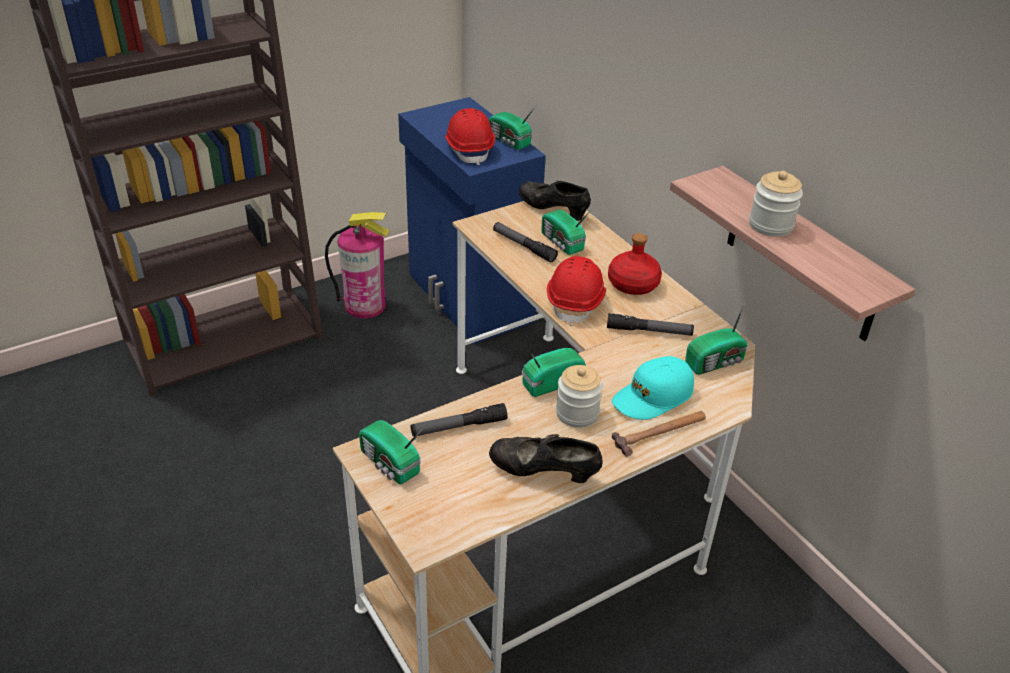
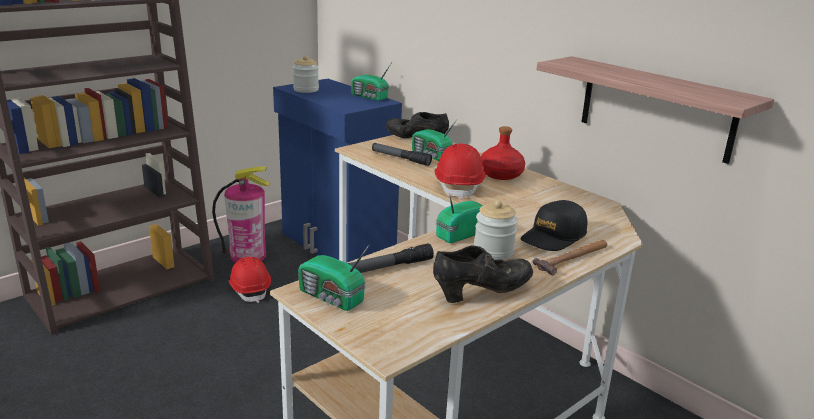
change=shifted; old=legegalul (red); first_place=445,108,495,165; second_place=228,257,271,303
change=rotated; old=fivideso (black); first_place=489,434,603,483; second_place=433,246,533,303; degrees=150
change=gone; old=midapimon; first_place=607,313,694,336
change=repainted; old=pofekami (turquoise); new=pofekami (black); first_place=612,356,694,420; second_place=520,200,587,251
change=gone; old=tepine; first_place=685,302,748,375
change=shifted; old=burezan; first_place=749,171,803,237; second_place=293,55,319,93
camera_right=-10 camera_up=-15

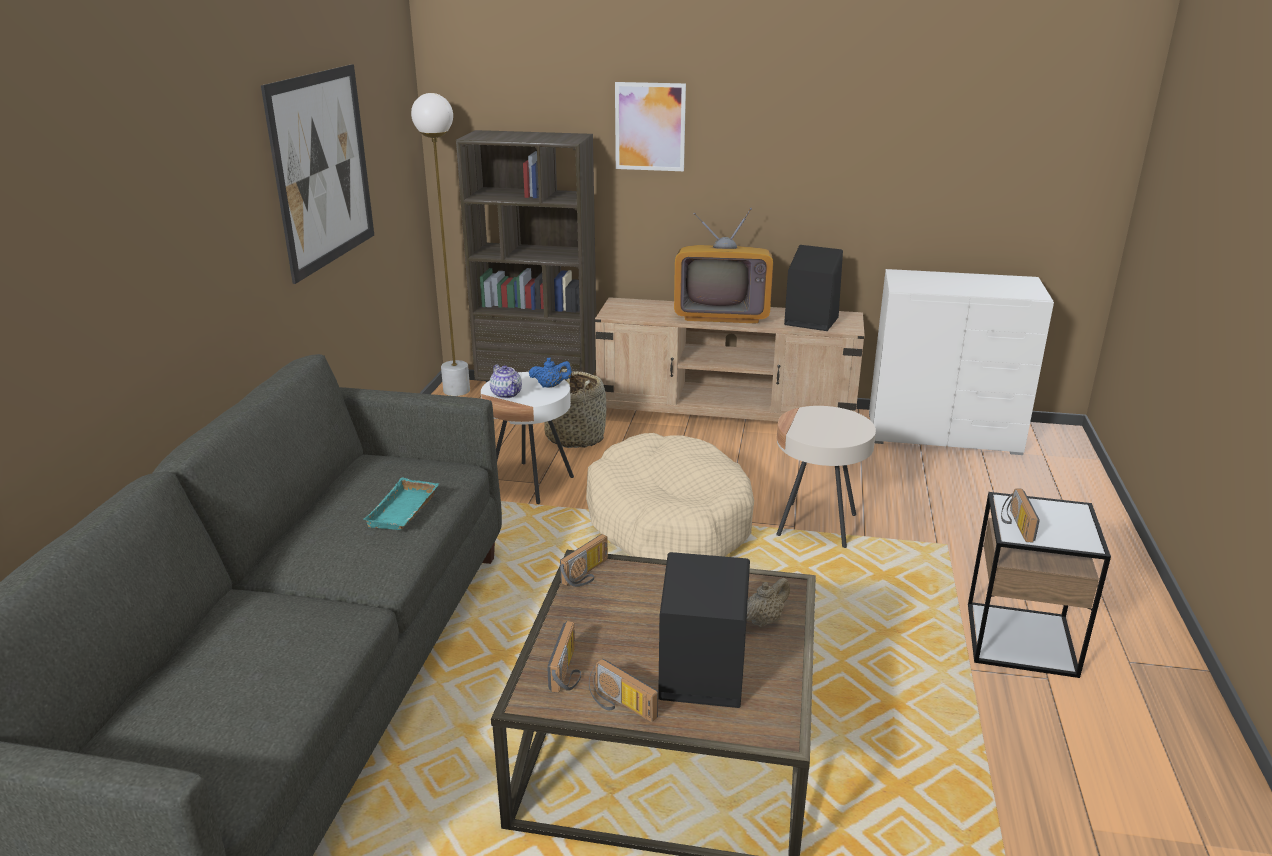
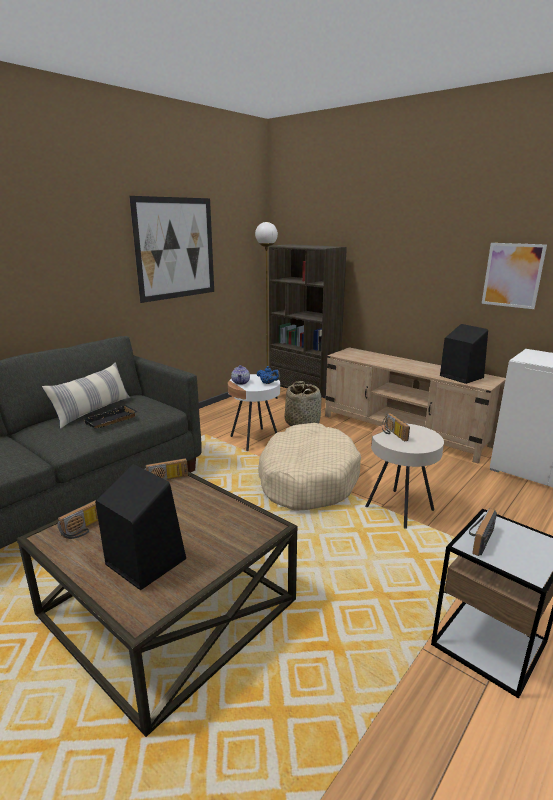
change=repainted; old=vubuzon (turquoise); new=vubuzon (black); first_place=364,478,439,530; second_place=83,405,138,429
change=shifted; old=tepine; first_place=589,659,658,722; second_place=382,413,410,441
change=shifted; old=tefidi; first_place=615,82,686,171; second_place=482,243,547,309
change=gone; old=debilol; first_place=674,208,773,324
change=gone; old=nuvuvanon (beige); first_place=747,578,790,627
change=new; new=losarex; second_place=42,362,130,429
camera_right=30 camera_up=-5

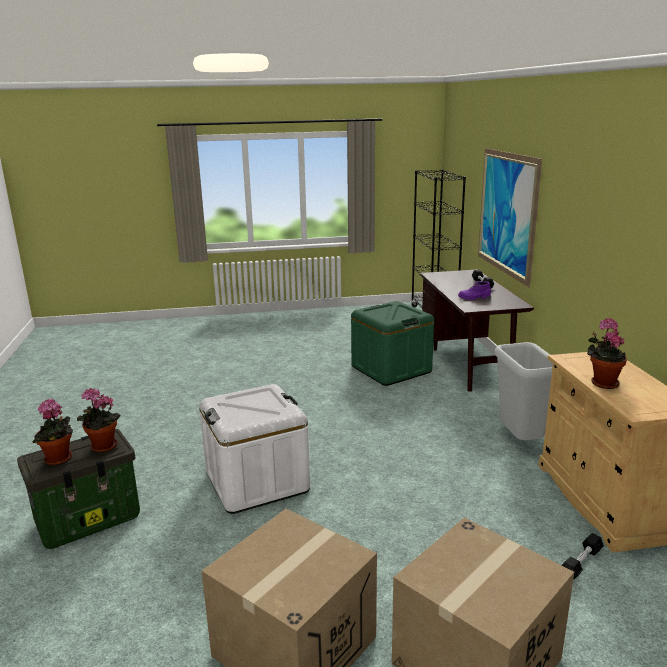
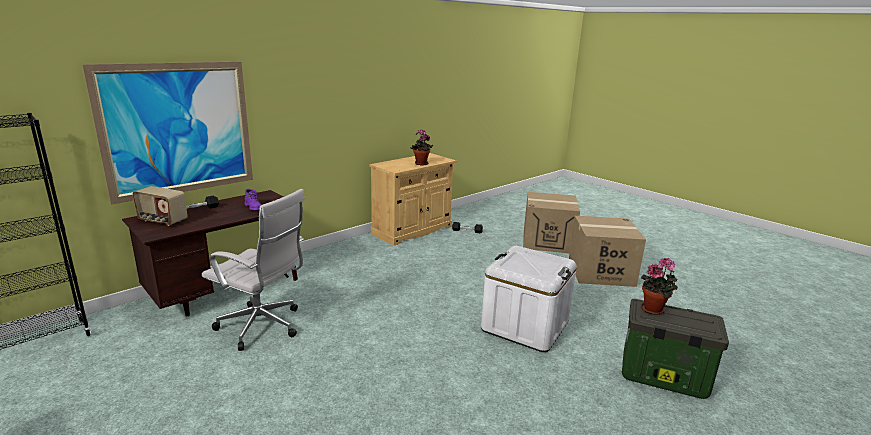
change=gone; old=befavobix; first_place=32,399,73,465
change=swapped; old=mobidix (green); new=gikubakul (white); first_place=351,301,434,386; second_place=202,189,305,351
change=gone; old=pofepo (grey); first_place=495,342,553,440
change=new; new=tepine; second_place=132,186,188,226
camera_right=-125 camera_up=0

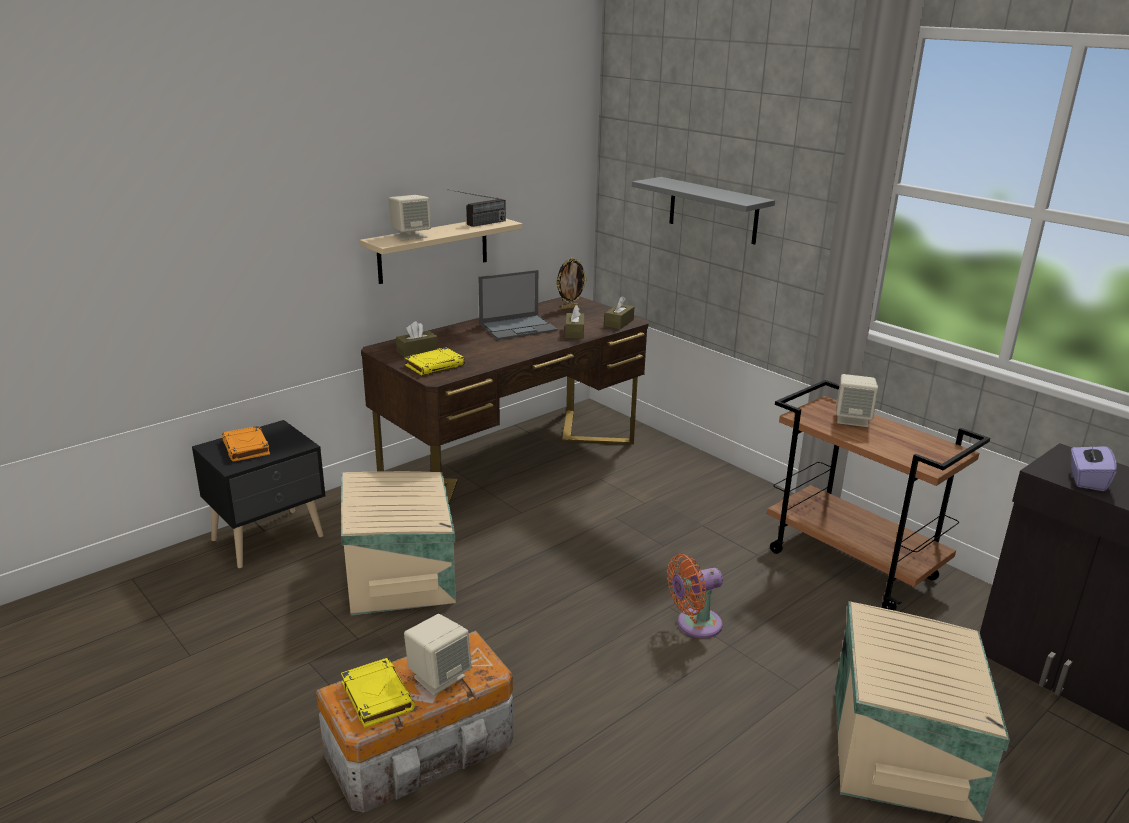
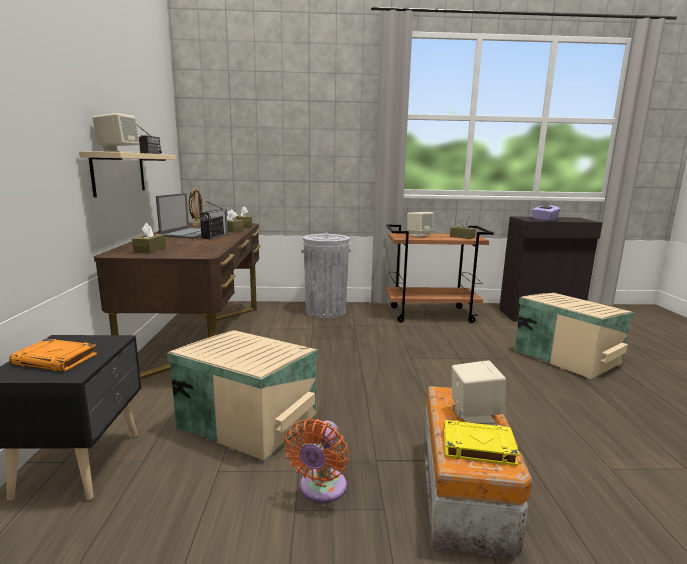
change=gone; old=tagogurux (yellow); first_place=405,347,465,376
change=gone; old=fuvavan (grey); first_place=632,177,775,245
change=shifted; old=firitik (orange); first_place=667,554,723,638; second_place=284,418,349,503
change=new; new=tepine; second_place=200,201,228,239
change=new; new=pofepo (grey); second_place=301,233,351,318
change=new; new=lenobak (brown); second_place=450,218,476,239
camera_right=-50 camera_up=-10

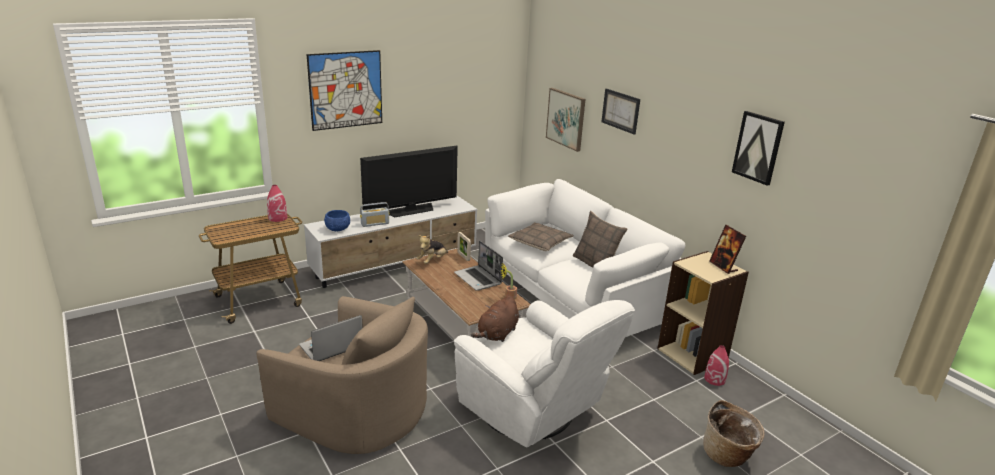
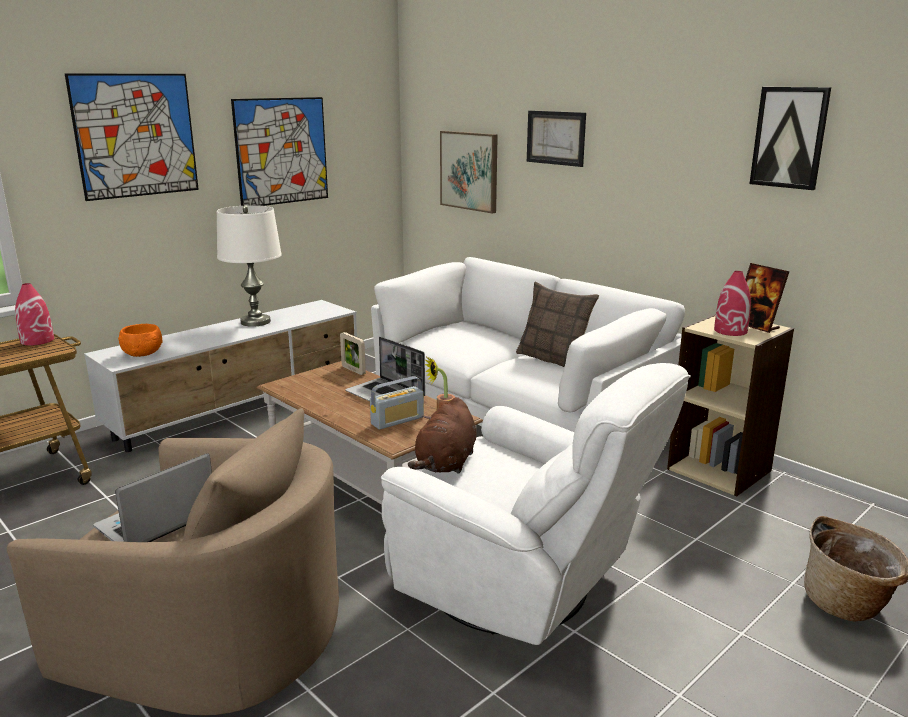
change=repainted; old=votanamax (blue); new=votanamax (orange); first_place=324,210,350,231; second_place=118,324,162,357
change=swapped; old=debilol; new=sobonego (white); first_place=360,146,458,217; second_place=217,205,282,327
change=shifted; old=tepine; first_place=360,202,389,227; second_place=370,376,424,430
change=gone; old=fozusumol; first_place=416,235,448,264
change=gone; old=losarex; first_place=508,222,574,251
change=shifted; old=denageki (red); first_place=704,345,729,386; second_place=714,271,751,336
change=new; new=tefidi; second_place=231,97,328,206
camera_right=-10 camera_up=-5

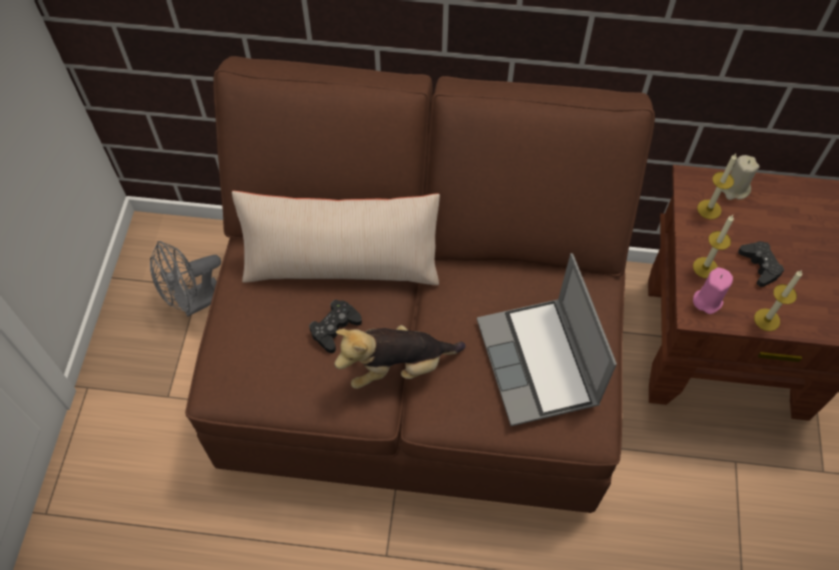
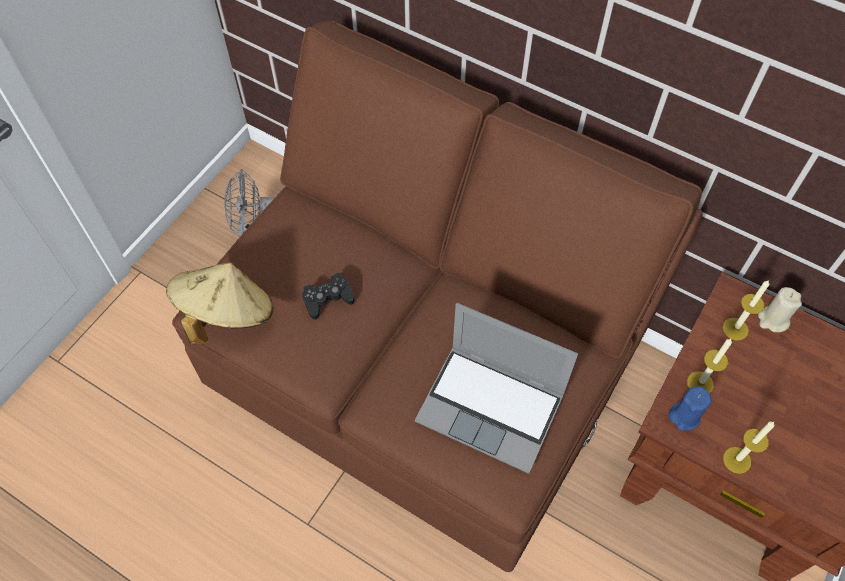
change=gone; old=losarex (beige); first_place=232,191,440,285
change=gone; old=fozusumol; first_place=334,325,465,389
change=rotated; old=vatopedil; first_place=477,253,617,426; second_place=415,303,578,474; degrees=-75
change=repainted; old=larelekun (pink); new=larelekun (blue); first_place=693,267,733,314; second_place=668,386,712,431
change=gone; old=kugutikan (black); first_place=738,241,784,287
change=new; new=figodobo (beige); second_place=166,262,273,345
camera_right=25 camera_up=0

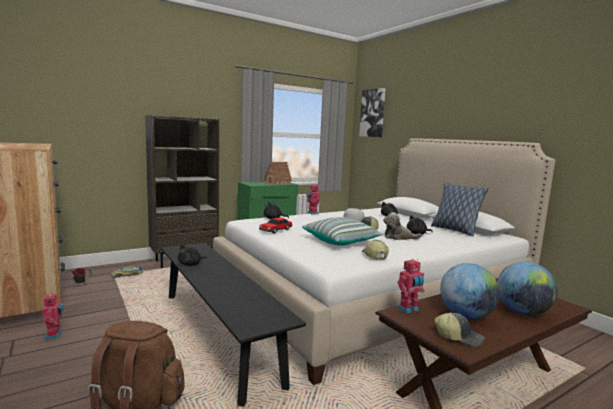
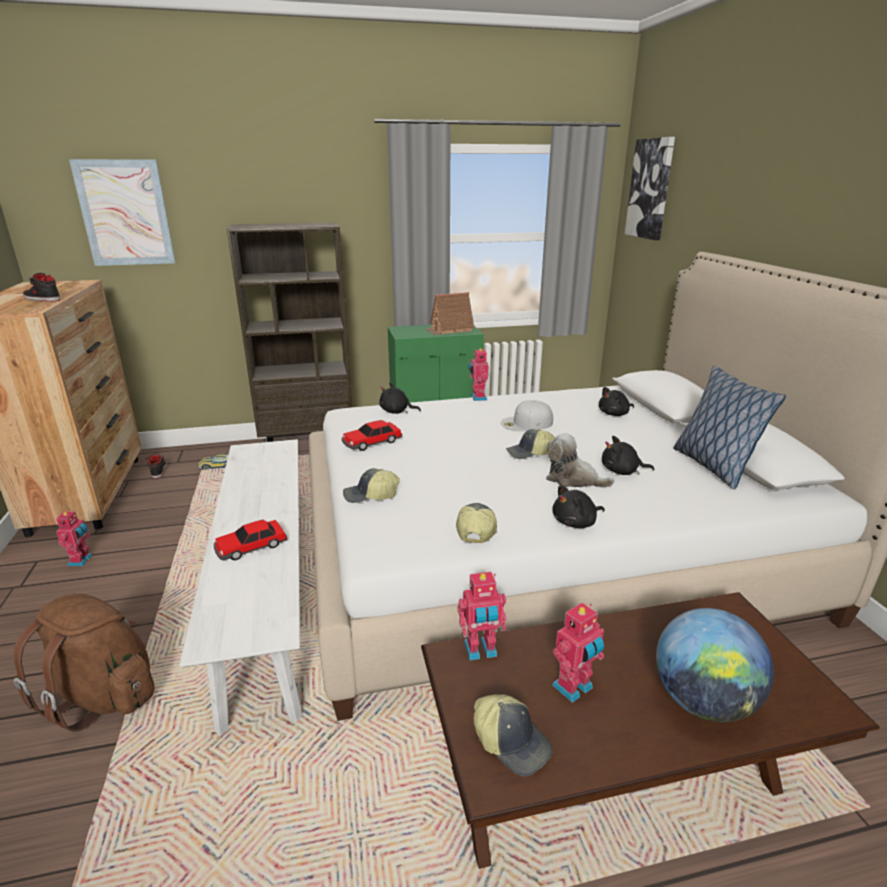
change=repainted; old=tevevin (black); new=tevevin (white); first_place=161,243,306,407; second_place=179,439,303,736
change=shifted; old=fozusumol (black); first_place=178,245,207,266; second_place=552,485,605,528
change=gone; old=losarex; first_place=302,217,384,246
change=swapped; old=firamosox; new=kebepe; first_place=440,263,500,319; second_place=552,603,604,703
change=new; new=fivideso (black); second_place=23,273,61,302
change=new; new=tefidi; second_place=69,159,176,266
change=new; new=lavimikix; second_place=214,520,287,561
change=new; new=pofekami; second_place=343,468,400,503
camera_right=20 camera_up=15

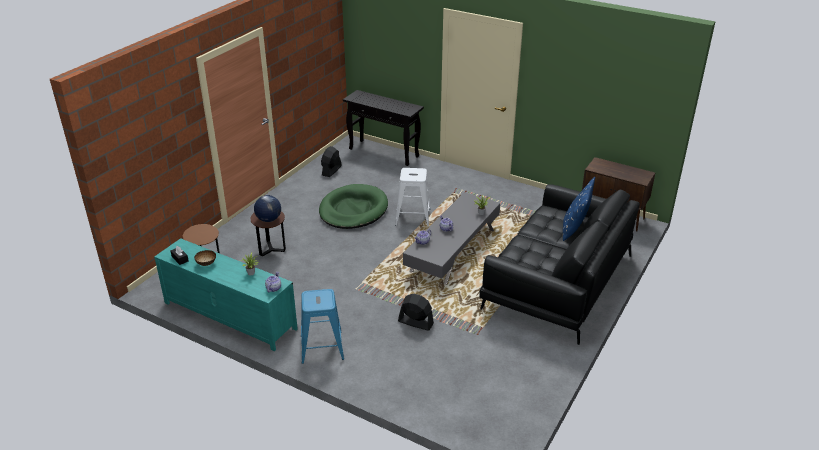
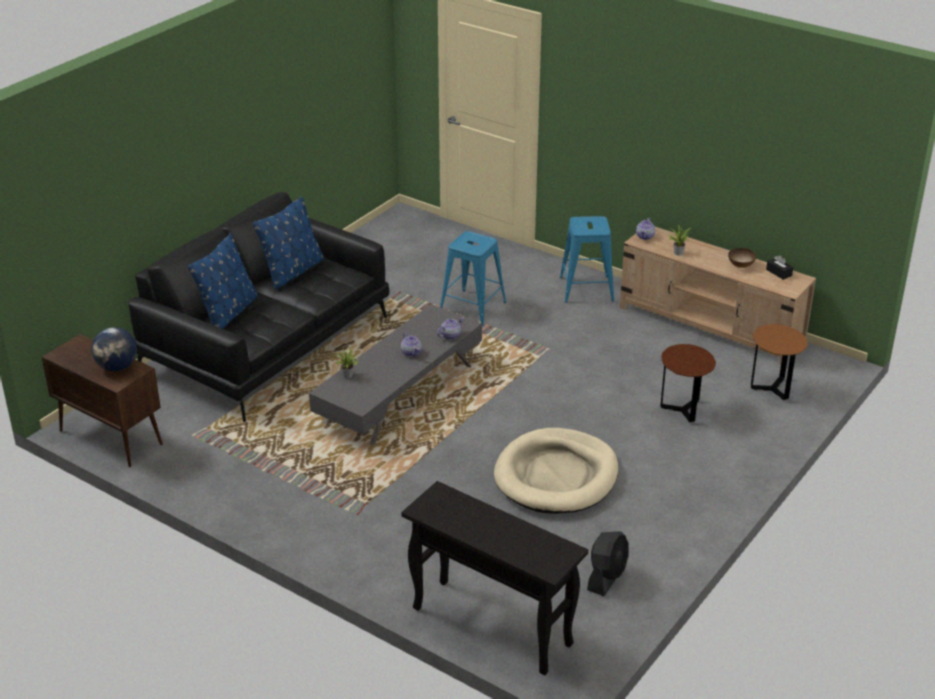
change=repainted; old=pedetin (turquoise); new=pedetin (beige); first_place=154,238,298,351; second_place=620,227,816,365
change=shifted; old=firamosox; first_place=254,195,281,222; second_place=92,327,137,371
change=repainted; old=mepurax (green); new=mepurax (beige); first_place=319,184,388,229; second_place=494,428,618,514
change=gone; old=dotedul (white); first_place=395,168,431,226
change=swapped; old=firitik (black); new=dotedul (blue); first_place=398,294,434,331; second_place=440,231,506,326
change=new; new=losarex (blue); second_place=253,196,324,289
camera_right=-175 camera_up=0

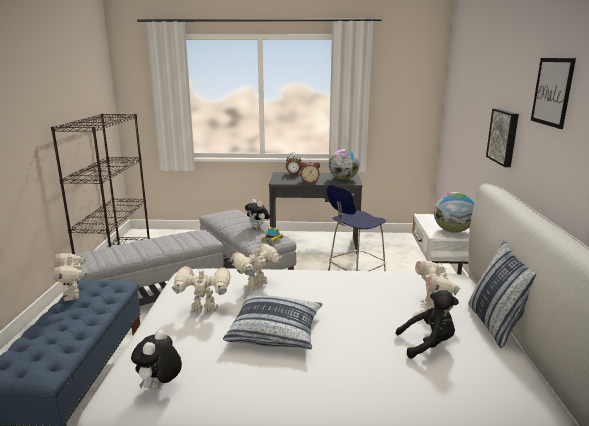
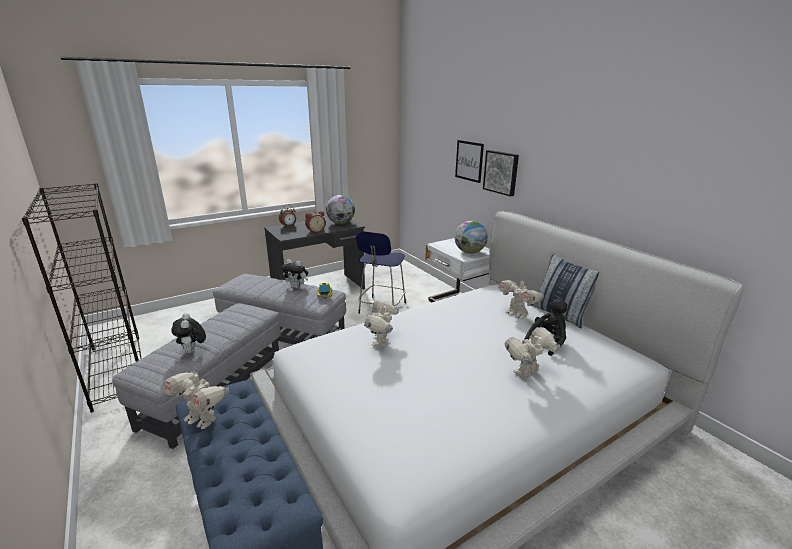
change=shifted; old=fozusumol; first_place=131,330,182,389; second_place=171,313,206,353
change=shifted; old=kebepe; first_place=172,266,230,313; second_place=505,327,561,378
change=gone; old=losarex; first_place=223,295,323,349
change=shifted; old=tefidi; first_place=531,58,576,129; second_place=455,140,484,183
camera_right=-35 camera_up=5

